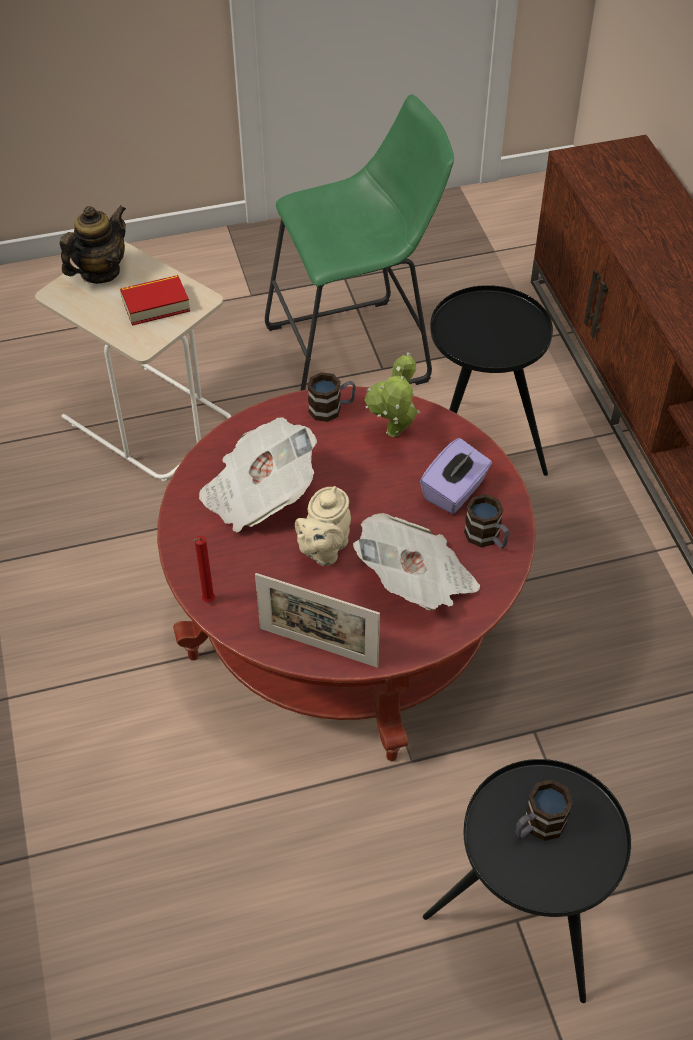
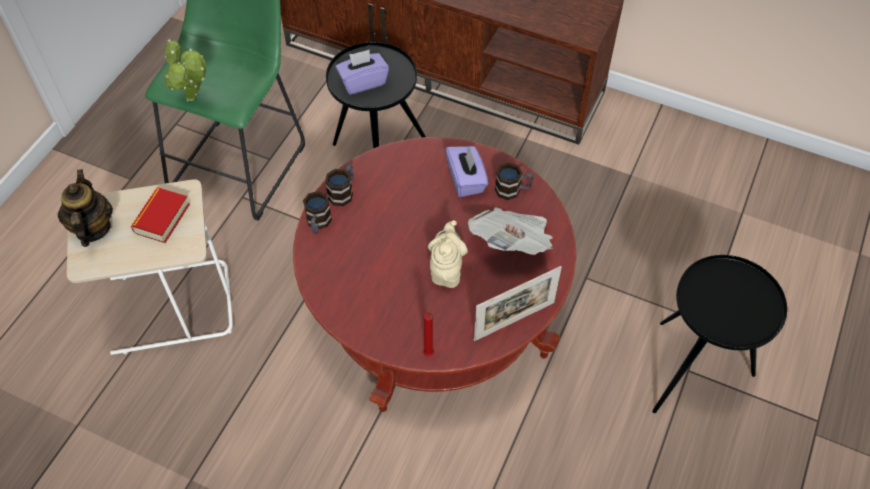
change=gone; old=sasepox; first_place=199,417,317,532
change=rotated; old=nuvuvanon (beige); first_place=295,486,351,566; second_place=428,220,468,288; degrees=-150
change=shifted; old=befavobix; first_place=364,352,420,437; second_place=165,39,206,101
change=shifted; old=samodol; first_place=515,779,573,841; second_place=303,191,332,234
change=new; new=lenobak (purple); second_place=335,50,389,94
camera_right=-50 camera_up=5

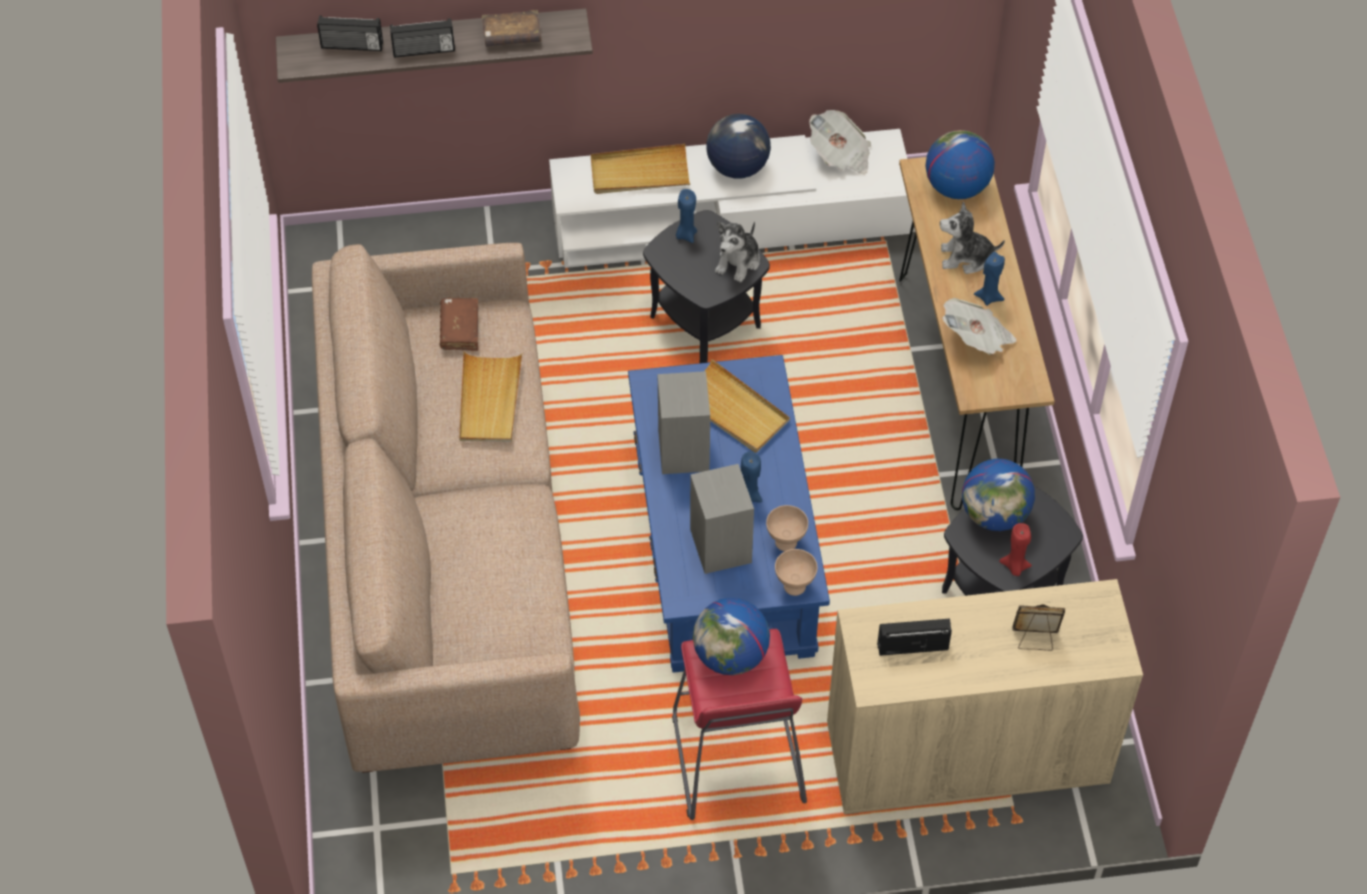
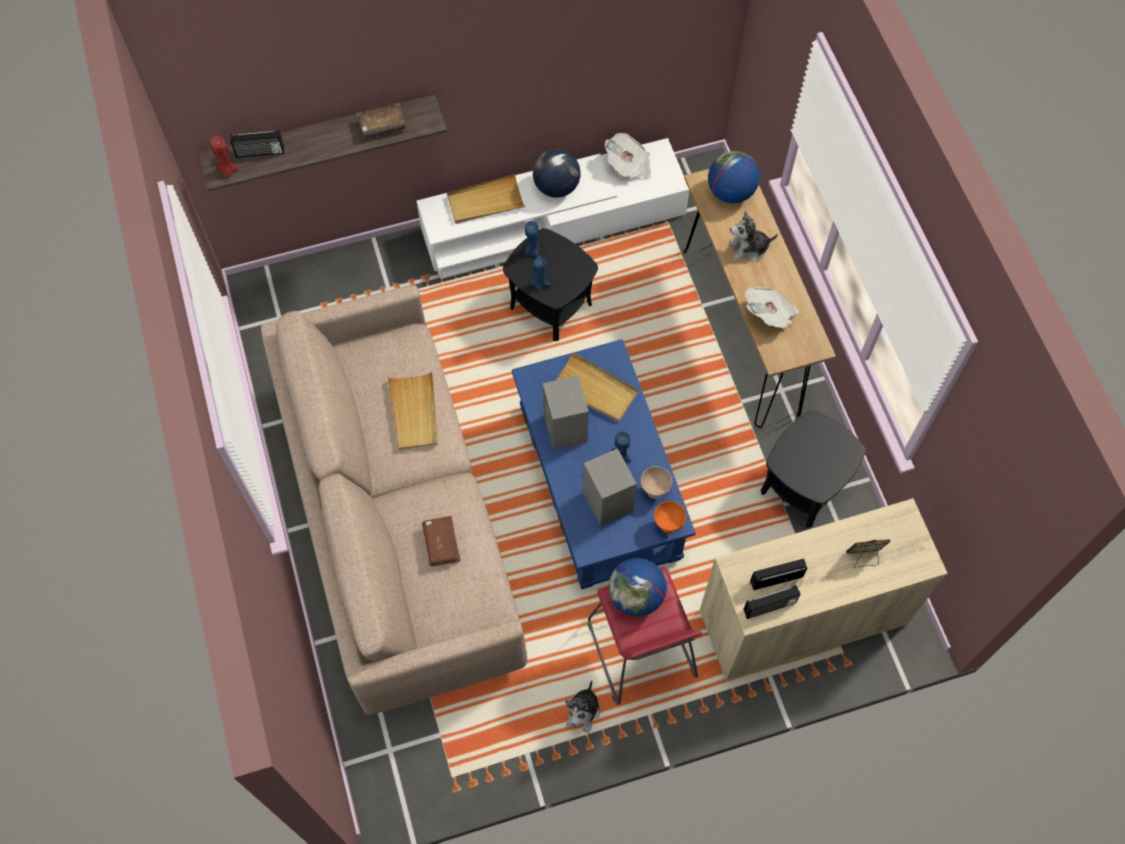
change=shifted; old=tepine; first_place=390,18,455,58; second_place=743,585,801,619
change=shifted; old=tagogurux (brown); first_place=440,298,478,351; second_place=422,516,460,566
change=shifted; old=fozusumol; first_place=715,221,760,282; second_place=565,680,600,733
change=repainted; old=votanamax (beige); new=votanamax (orange); first_place=775,549,817,596; second_place=654,501,686,533
change=gone; old=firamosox; first_place=962,459,1035,531
change=shifted; old=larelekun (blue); first_place=974,252,1005,306; second_place=529,256,551,291
change=shifted; old=larelekun (red); first_place=999,523,1032,576; second_place=210,136,240,177
camera_right=-10 camera_up=10

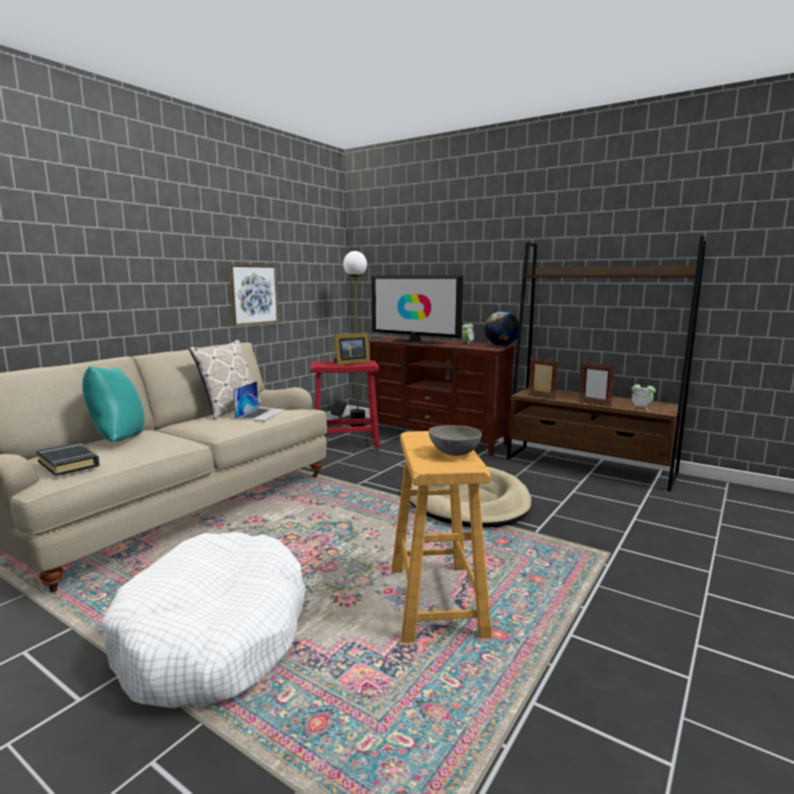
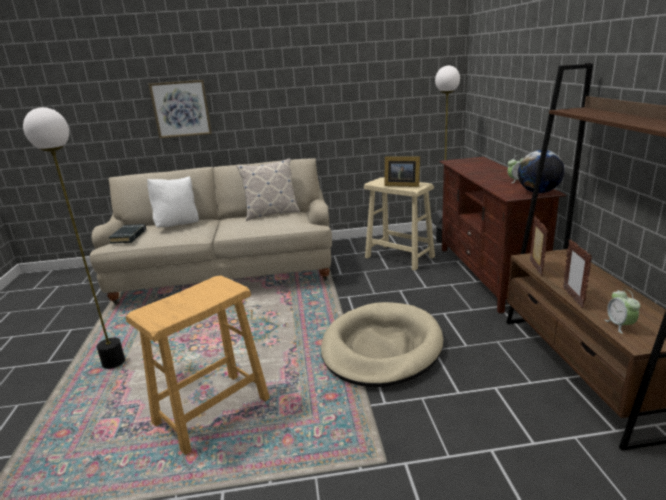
change=repainted; old=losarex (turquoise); new=losarex (white); first_place=82,366,145,442; second_place=147,177,199,227
change=swapped; old=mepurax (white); new=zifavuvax; first_place=101,532,305,709; second_place=23,107,125,369
change=shifted; old=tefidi; first_place=229,264,279,326; second_place=149,80,212,138
change=gone; old=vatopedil; first_place=233,381,285,421
change=repainted; old=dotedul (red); new=dotedul (beige); first_place=311,360,380,450; second_place=364,177,435,271
change=gone; old=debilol; first_place=372,275,464,345
change=gone; old=votanamax (grey); first_place=429,425,482,456
camera_right=50 camera_up=10

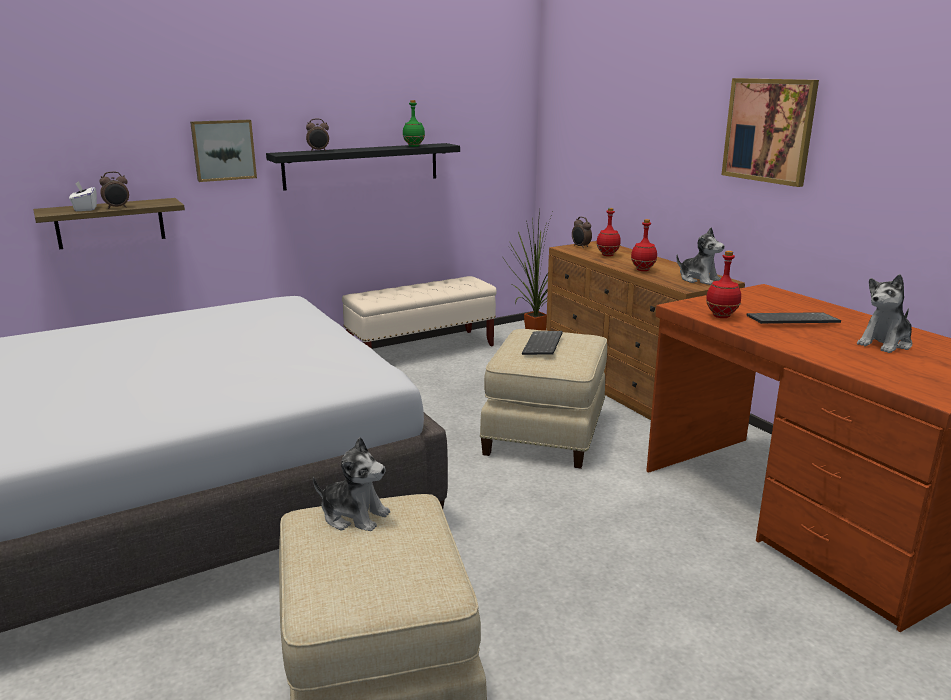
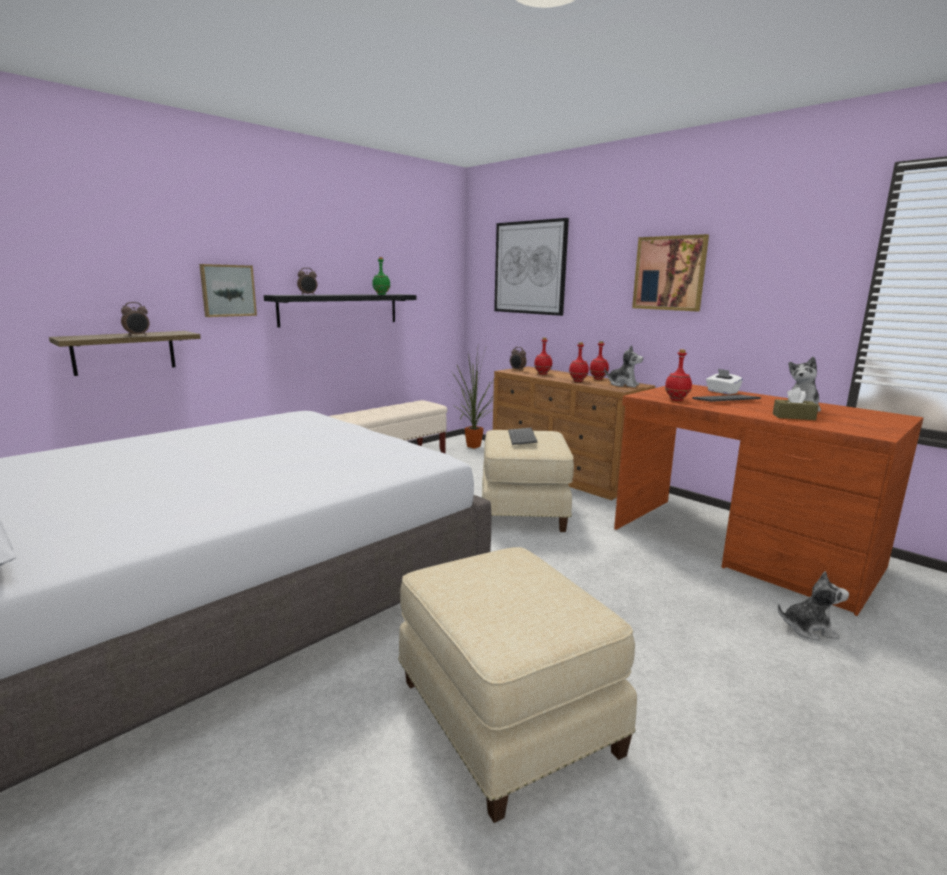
change=shifted; old=lenobak (white); first_place=69,181,97,211; second_place=706,369,743,394
change=shifted; old=fozusumol; first_place=313,437,390,531; second_place=778,571,849,641
change=new; new=tefidi; second_place=494,218,569,316
change=new; new=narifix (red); second_place=589,341,609,380
change=new; new=lenobak (brown); second_place=773,387,819,420
camera_right=-15 camera_up=-5

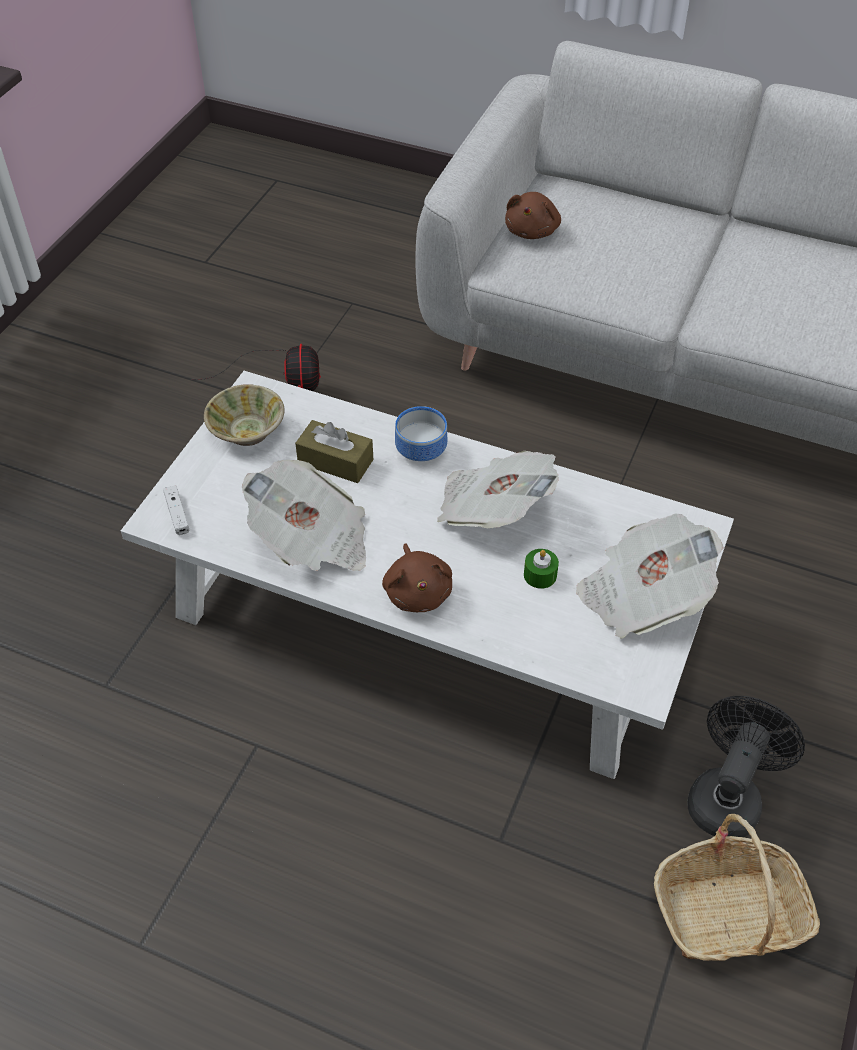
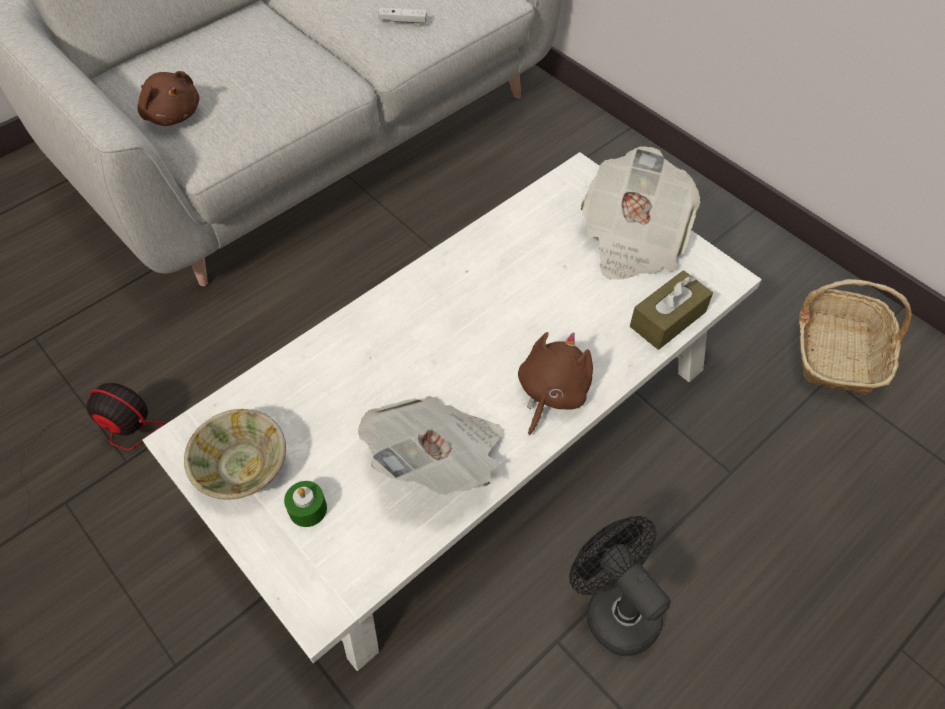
change=shifted; old=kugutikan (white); first_place=163,485,190,535; second_place=378,8,427,24
change=shifted; old=lenobak (brown); first_place=295,420,373,483; second_place=630,270,713,350
change=rotated; old=fozusumol (brown); first_place=382,544,452,612; second_place=518,332,593,435; degrees=-75
change=gone; old=votanamax; first_place=395,406,447,461
change=gone; old=sasepox; first_place=437,451,559,529
change=shifted; old=larelekun (green); first_place=524,549,559,589; second_place=284,481,327,527
change=shifted; old=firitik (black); first_place=687,696,805,837; second_place=569,516,671,656
camera_right=-65 camera_up=5

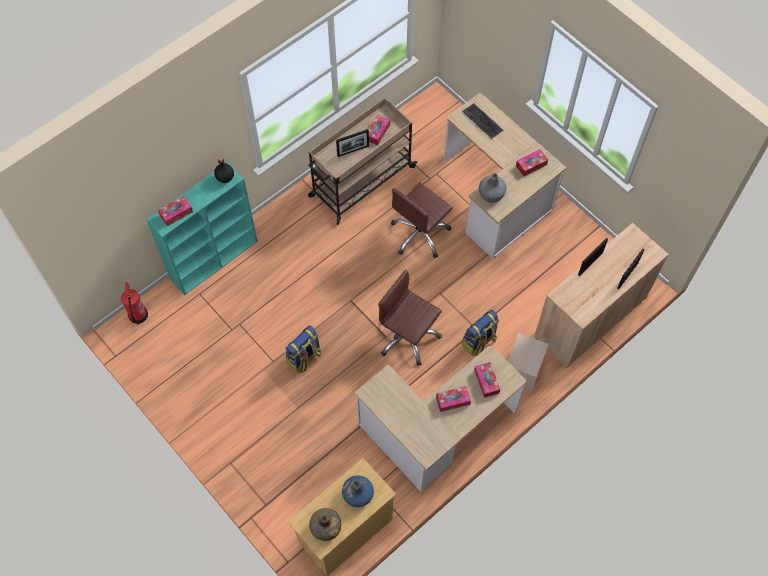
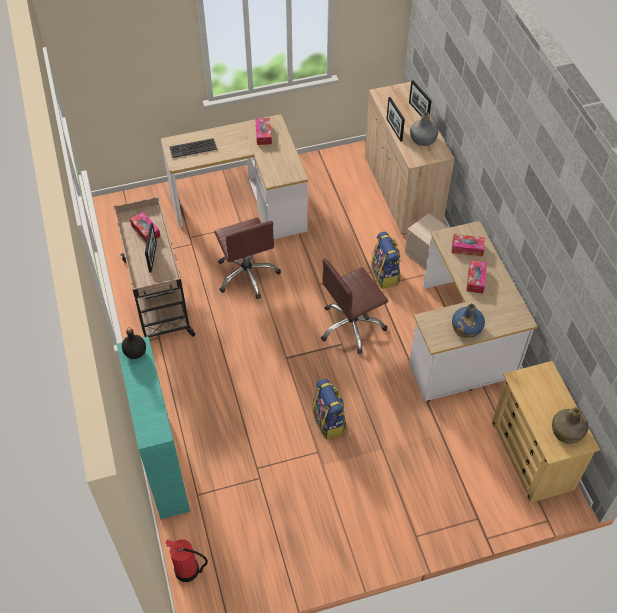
change=gone; old=lenobak; first_place=158,196,193,227
change=shifted; old=narifix (blue); first_place=342,476,374,507; second_place=452,304,485,338
change=shifted; old=narifix (grey); first_place=479,173,507,203; second_place=410,112,438,146
camera_right=-65 camera_up=-10

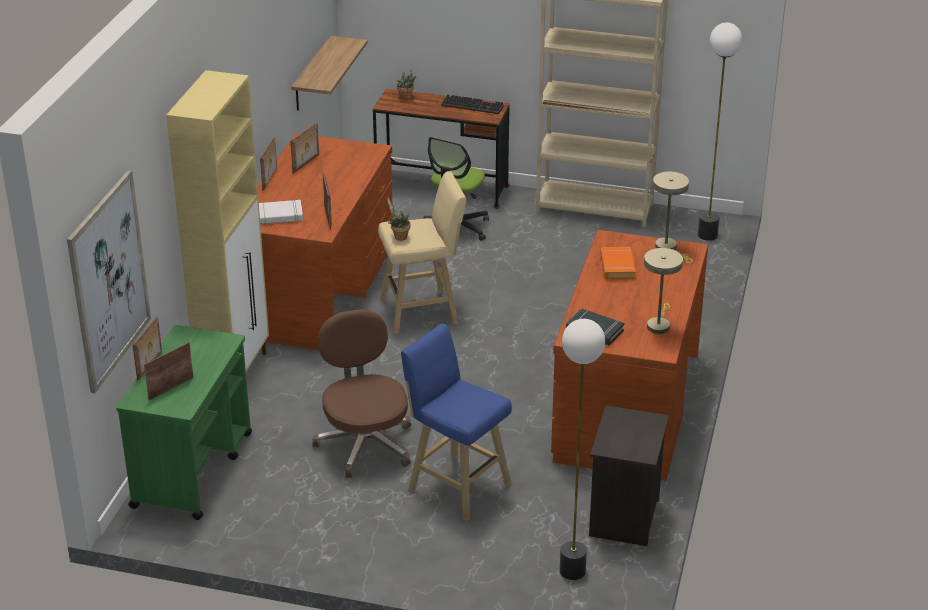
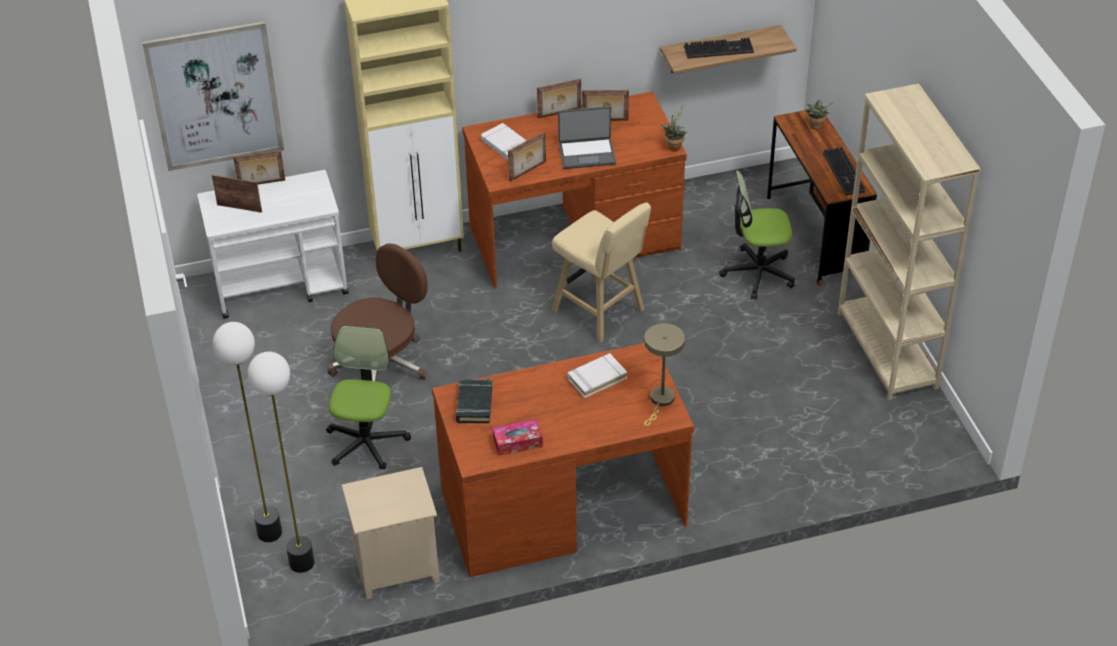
change=repainted; old=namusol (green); new=namusol (white); first_place=116,325,252,520; second_place=197,170,349,319
change=shifted; old=befavobix; first_place=387,197,410,241; second_place=660,106,687,152
change=swapped; old=dotedul (blue); new=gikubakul; first_place=401,324,512,521; second_place=326,326,411,470
change=repainted; old=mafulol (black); new=mafulol (beige); first_place=589,405,669,546; second_place=342,467,440,599
change=repainted; old=tagogurux (orange); new=tagogurux (white); first_place=600,247,636,280; second_place=568,353,627,398
change=swapped; old=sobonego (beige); new=lenobak; first_place=644,248,683,334; second_place=493,420,543,456
change=shifted; old=zifavuvax; first_place=698,22,742,241; second_place=213,322,282,542
change=new; new=vatopedil; second_place=558,106,616,169
change=new; new=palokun; second_place=684,37,754,58
camera_right=60 camera_up=10

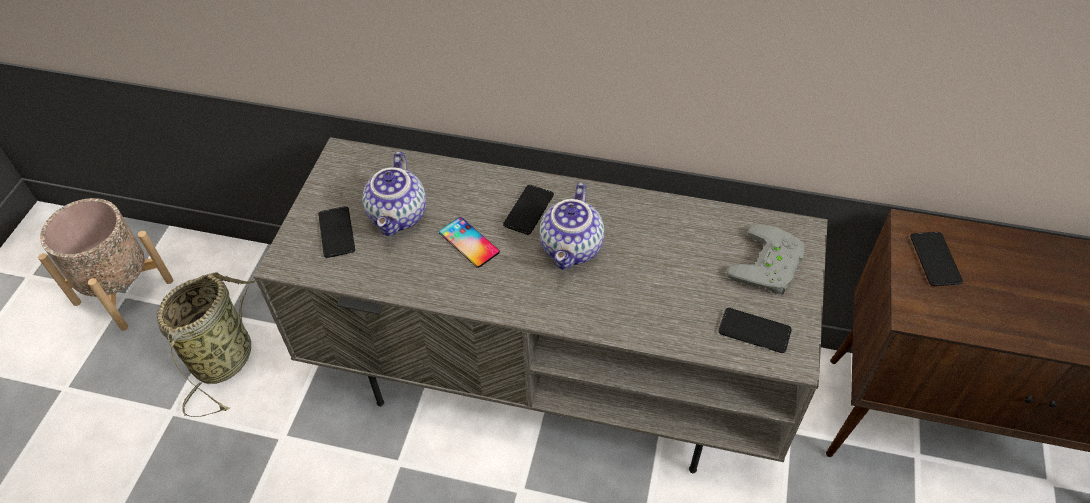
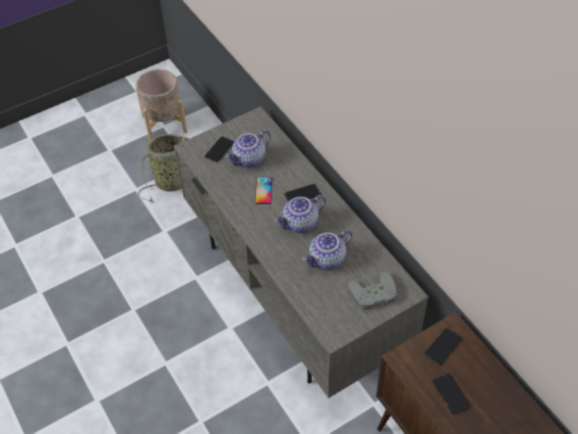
change=shifted; old=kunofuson; first_place=719,308,792,353; second_place=432,373,470,414
change=new; new=nuvuvanon; second_place=302,229,352,270
camera_right=45 camera_up=0

